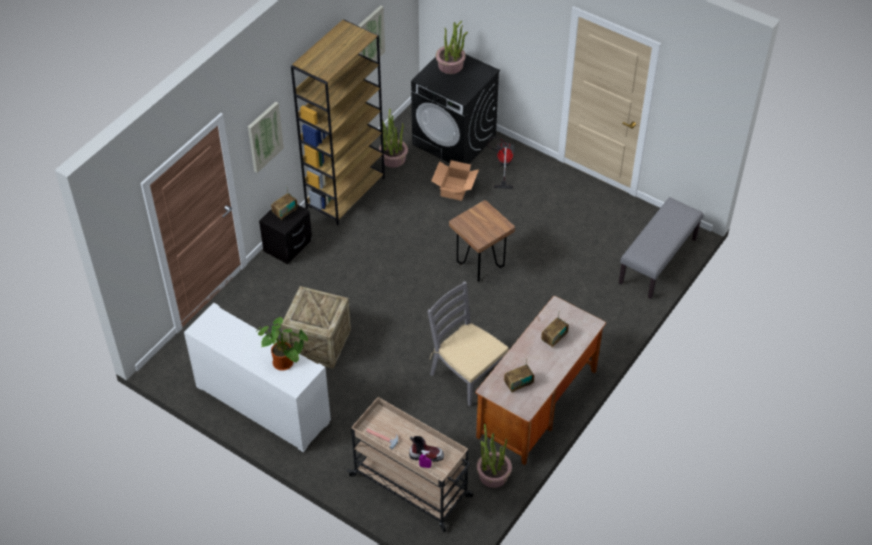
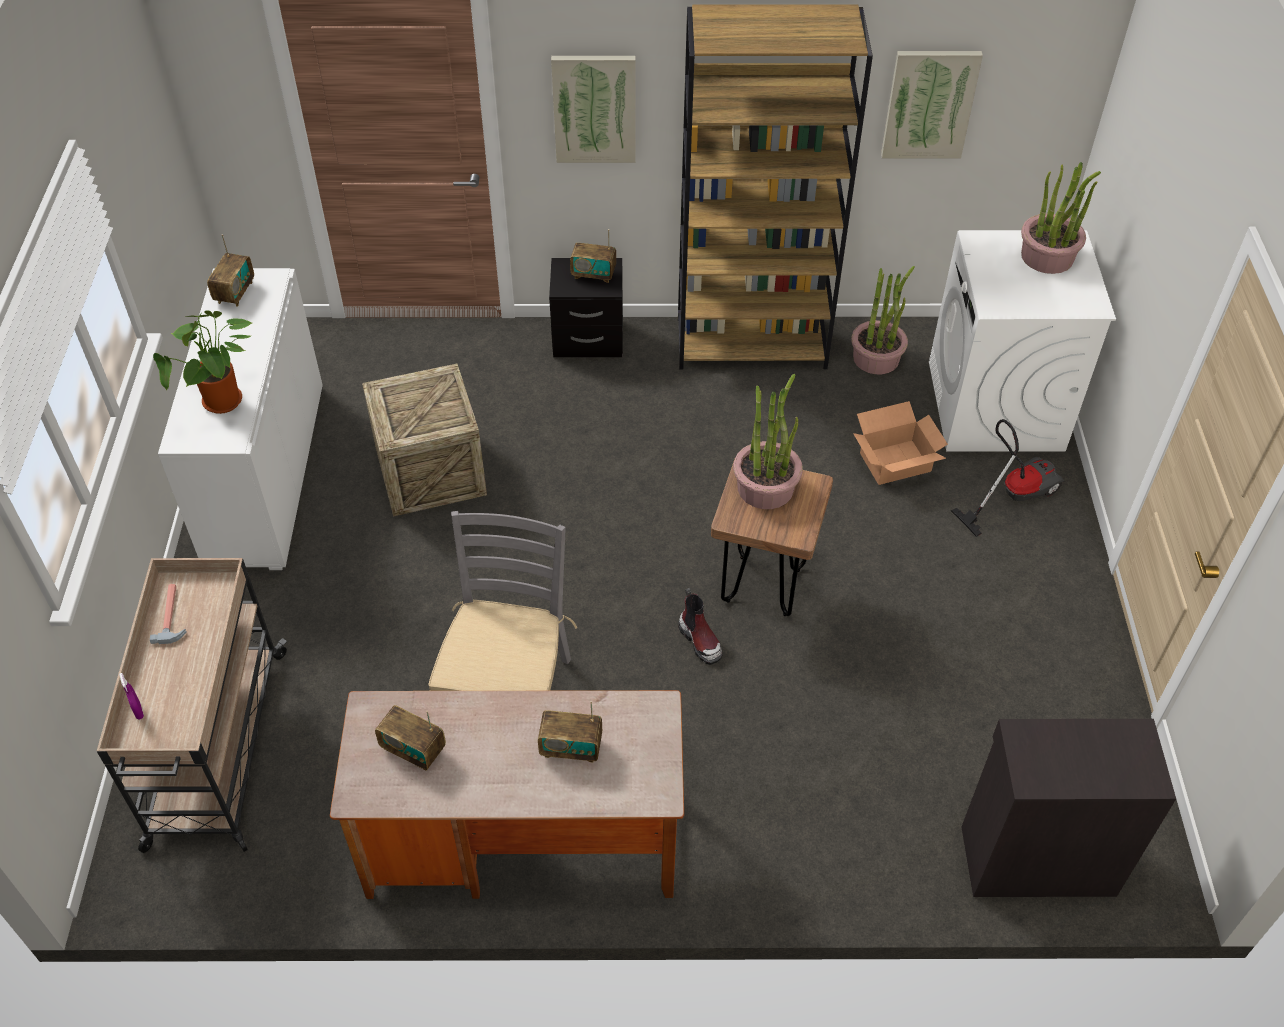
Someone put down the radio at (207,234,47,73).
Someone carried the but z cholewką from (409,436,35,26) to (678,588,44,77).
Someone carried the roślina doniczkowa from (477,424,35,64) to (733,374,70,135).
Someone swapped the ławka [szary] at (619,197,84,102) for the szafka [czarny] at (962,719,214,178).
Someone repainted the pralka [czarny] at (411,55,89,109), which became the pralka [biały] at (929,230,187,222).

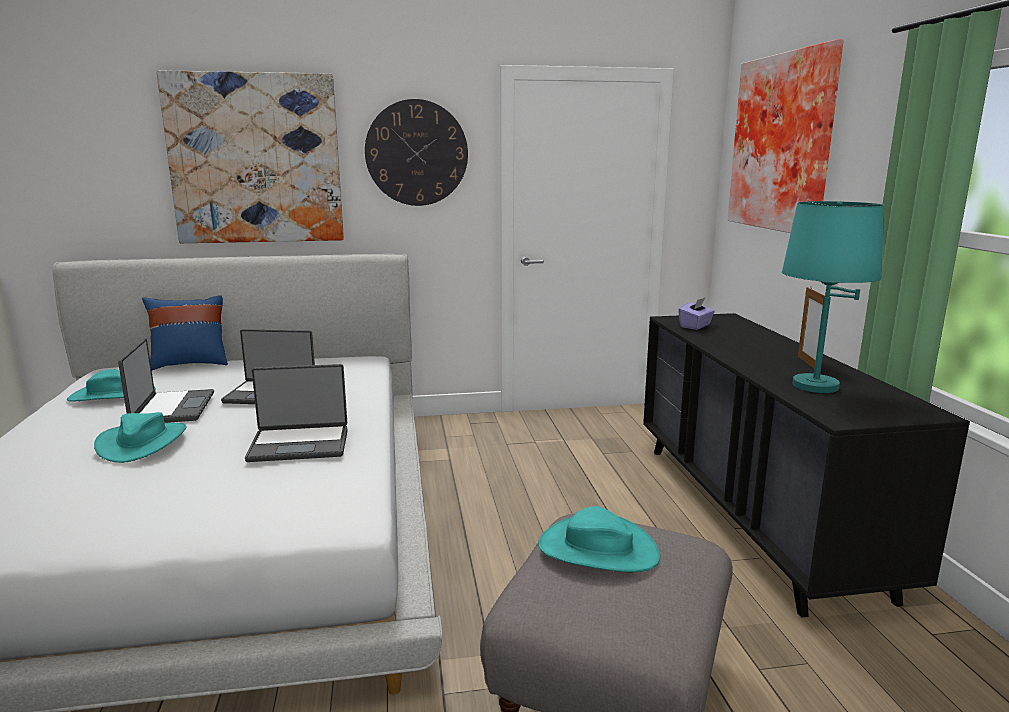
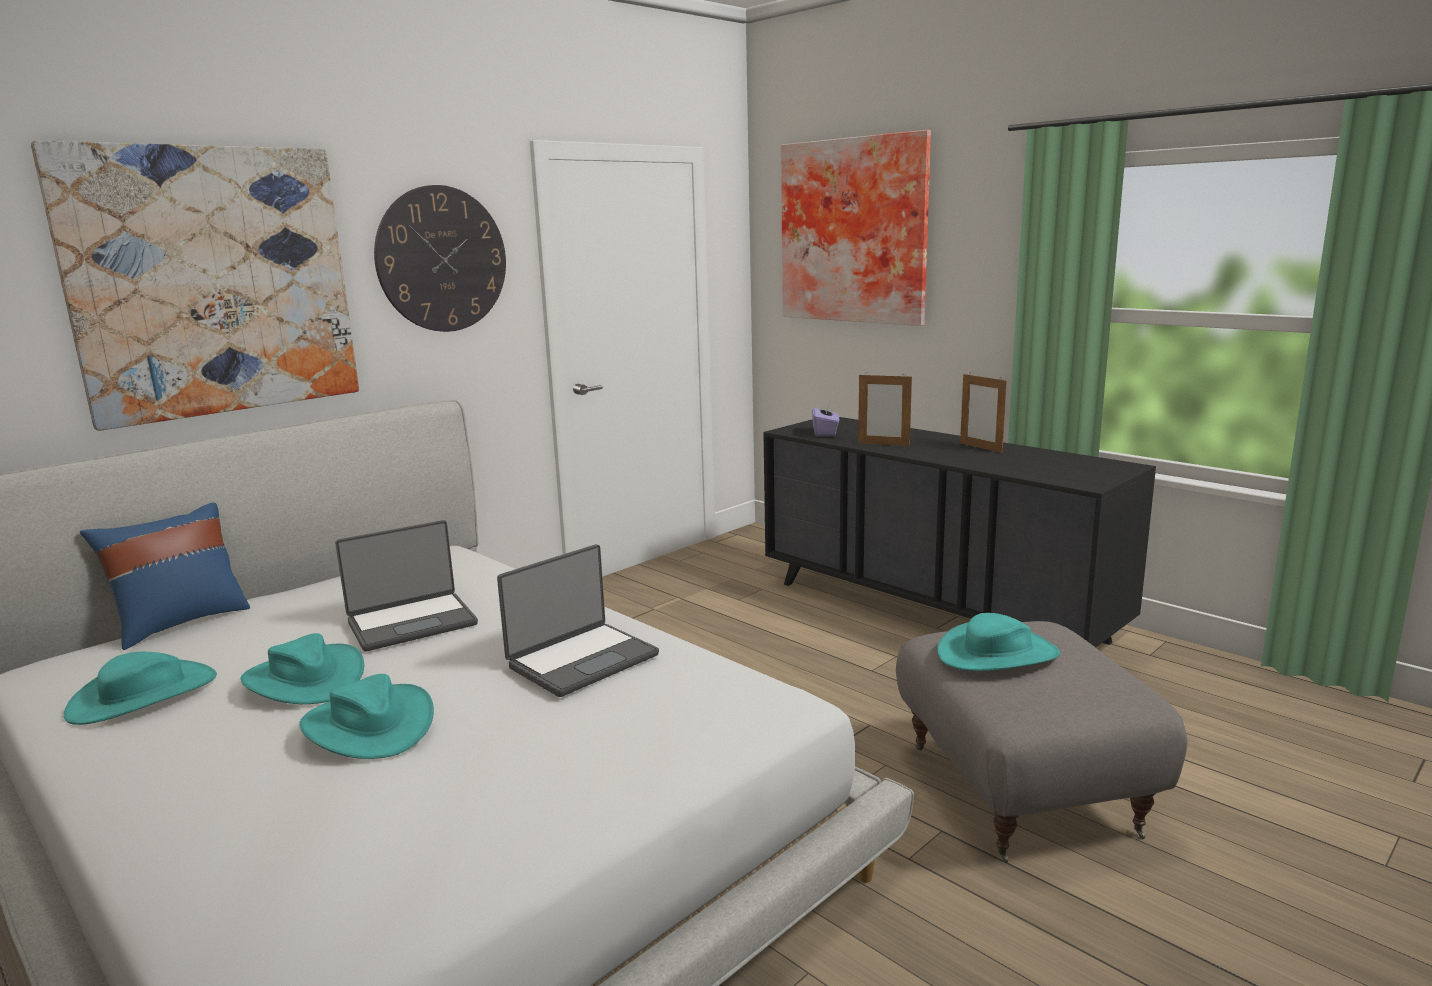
Someone took away the lampa stołowa [turkusowy] at (782,201,102,192).
Someone put down the ramka na zdjęcie at (858,375,54,71).
Someone swapped the laptop at (118,339,96,84) for the kapelusz [turkusowy] at (240,633,124,71).

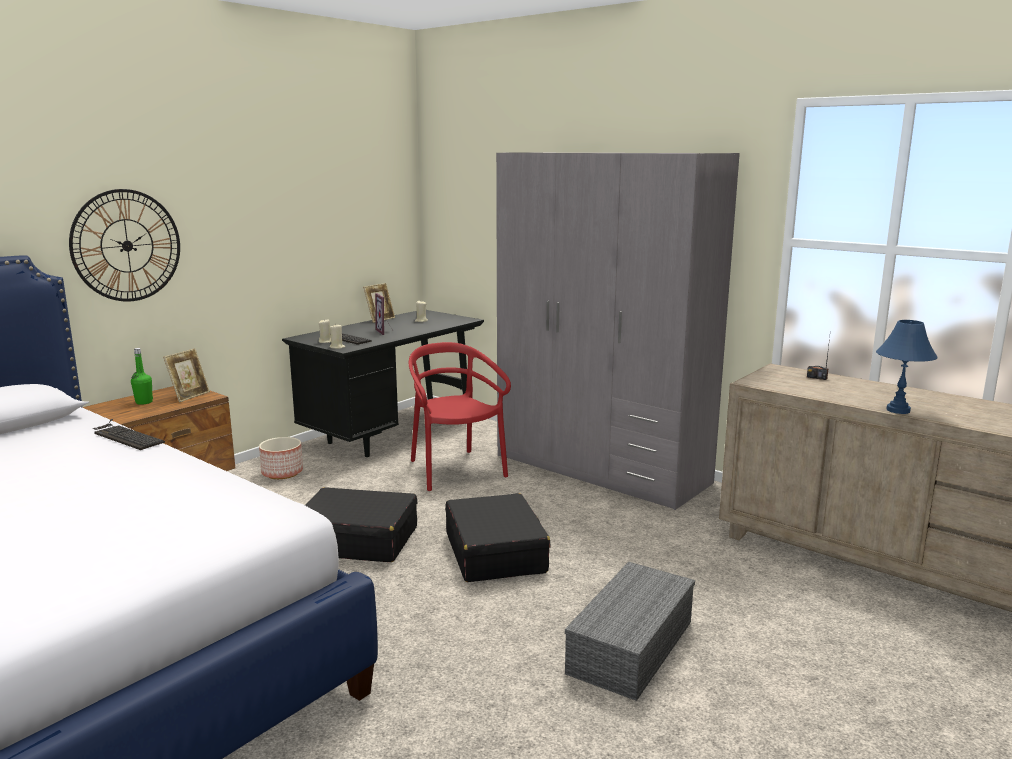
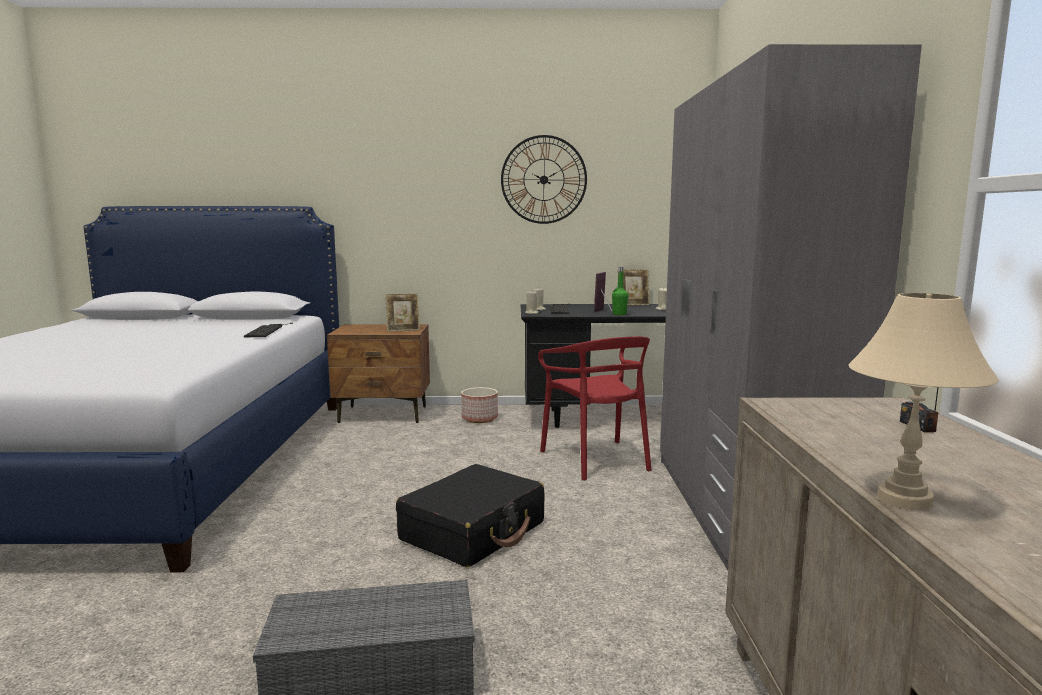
Someone took away the walizka [czarny] at (305,487,112,75).
Someone carried the zegar ścienny from (69,189,111,112) to (501,135,86,89).
Someone carried the butelka [zielony] from (131,348,22,57) to (612,267,17,48).
Someone repainted the lampa stołowa [niebieski] at (876,320,62,94), which became the lampa stołowa [beżowy] at (849,293,150,217).
Someone rotated the krzesło [czerwony] at (409,342,102,149) by 135 degrees clockwise.

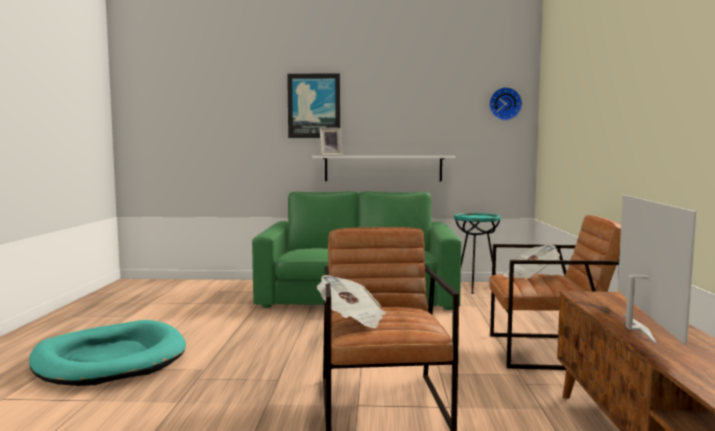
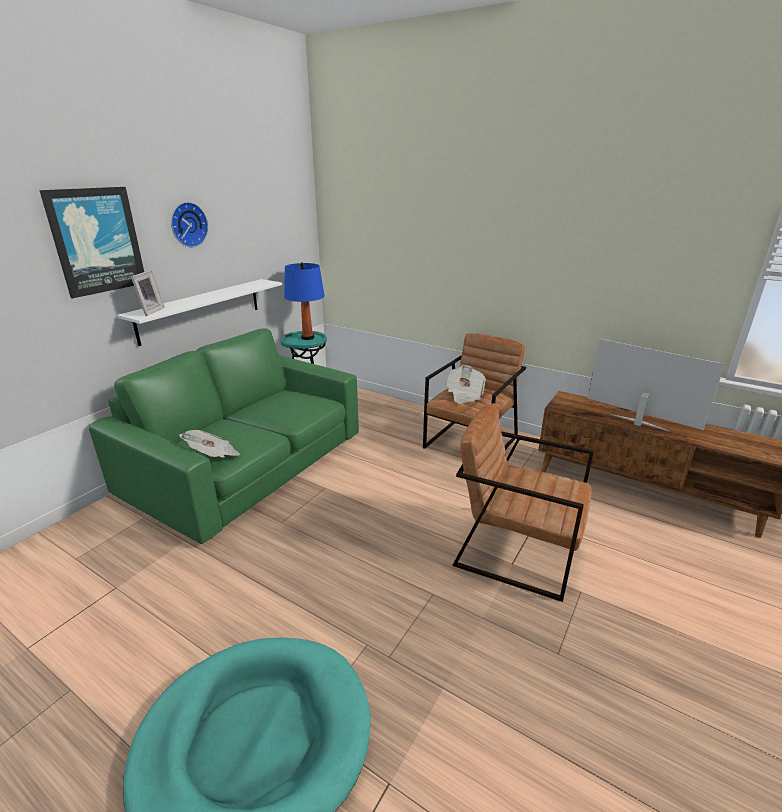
Someone put down the lampa stołowa [niebieski] at (284,262,41,78).
Someone carried the gazeta from (317,275,69,53) to (179,430,61,28).
Someone carried the zegar ścienny from (489,87,33,34) to (171,202,37,46).

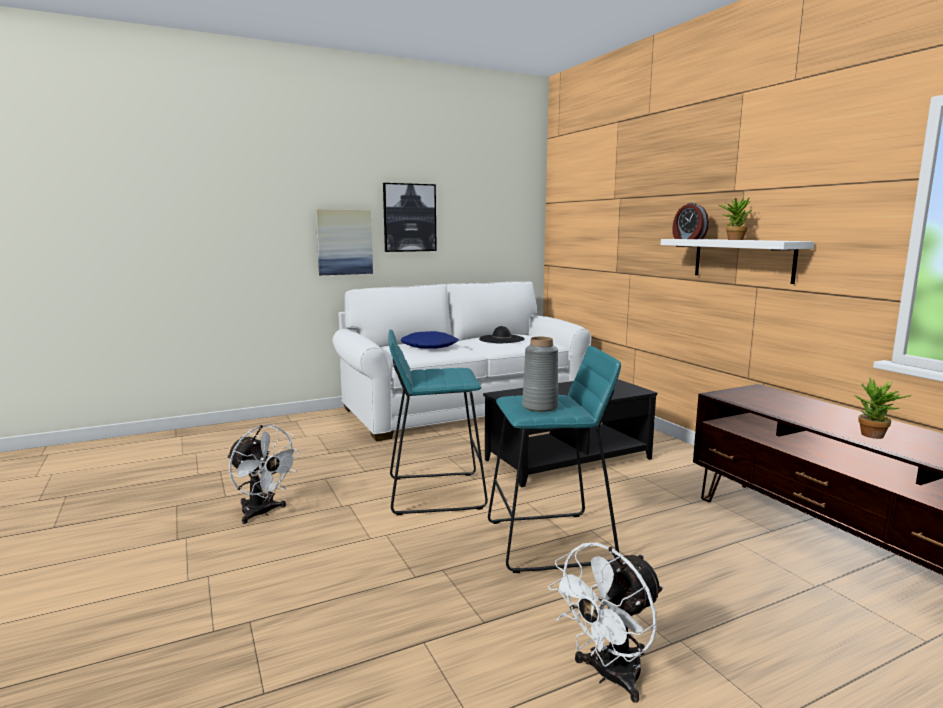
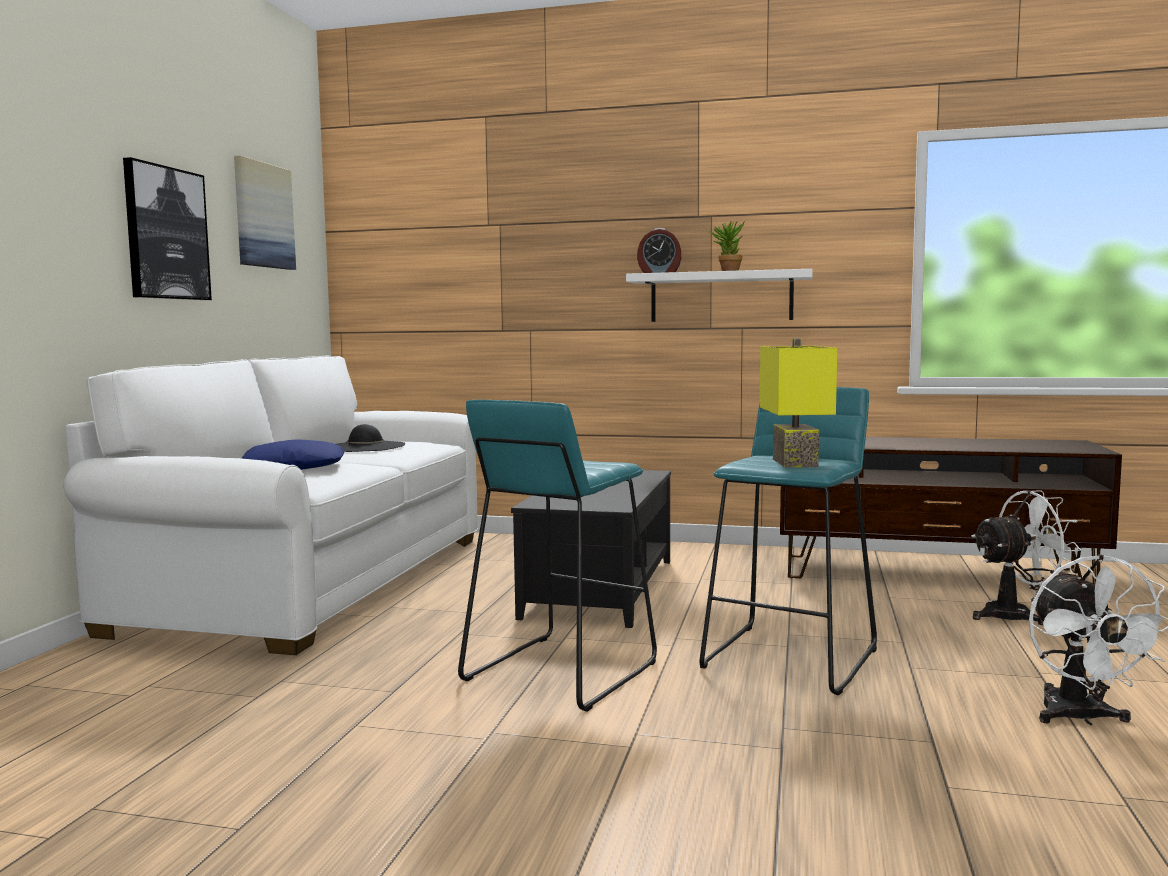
Someone took away the roślina doniczkowa at (855,377,57,62).
Someone carried the wentylator [biały] from (227,425,74,99) to (971,490,111,135).
Someone carried the obraz from (316,209,57,66) to (234,156,62,114).
Someone swapped the wazon [szary] at (522,337,36,75) for the lampa stołowa [żółty] at (760,338,77,130).

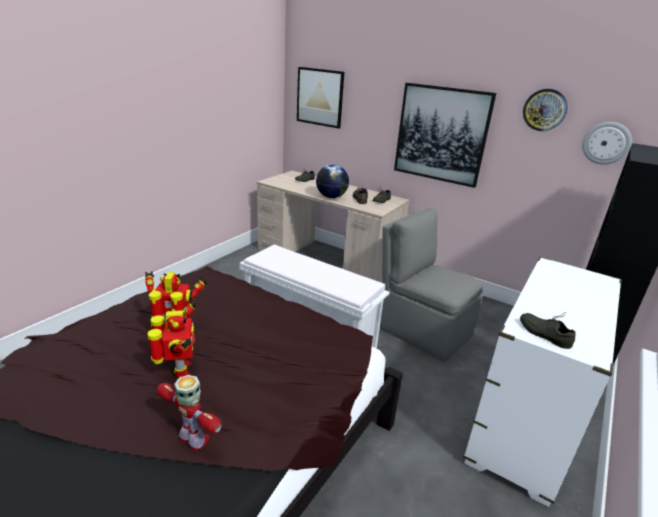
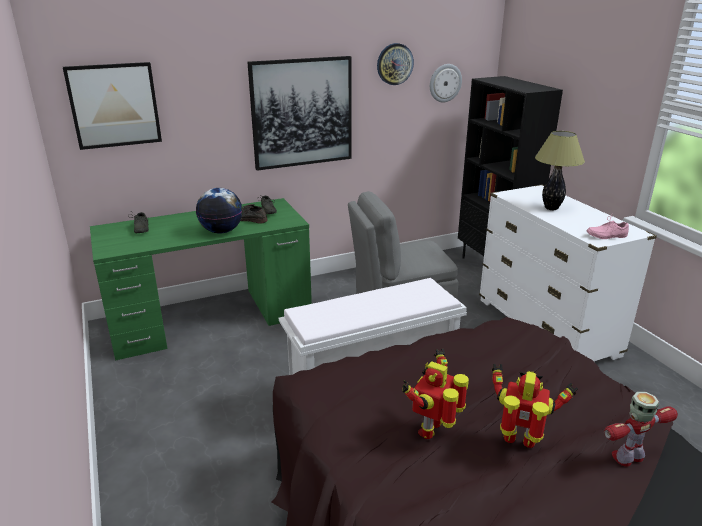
Someone put down the lampa stołowa at (535,131,50,79).
Someone repainted the biurko [beżowy] at (257,171,153,112), which became the biurko [zielony] at (90,198,222,163).
Someone repainted the but [szary] at (520,312,56,37), which became the but [różowy] at (586,215,43,24).

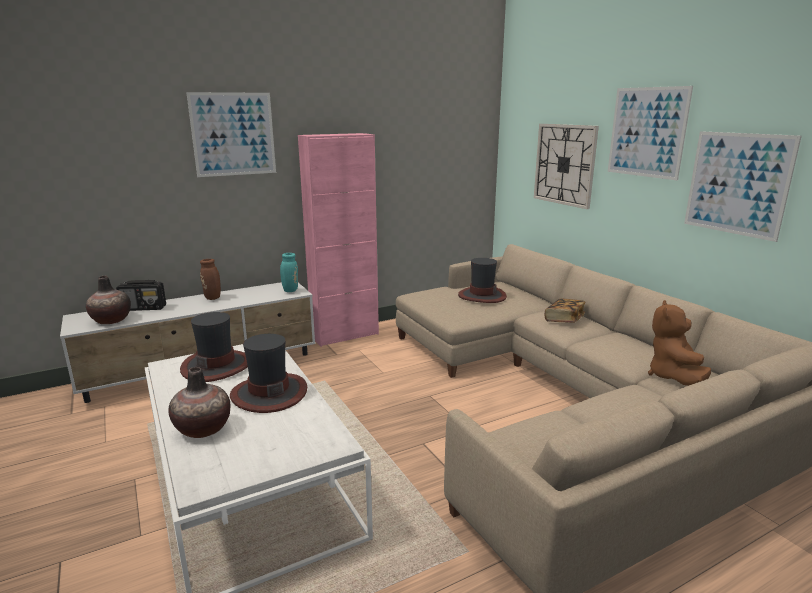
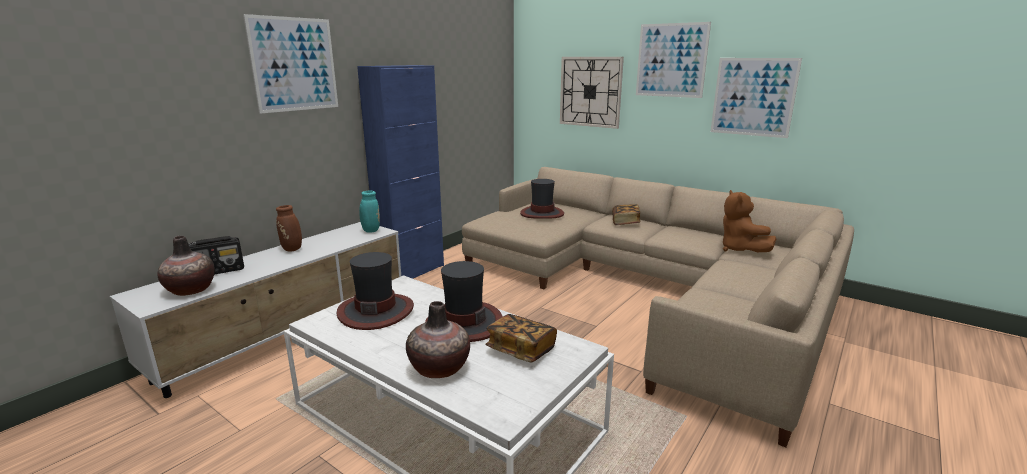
Someone put down the książka at (485,314,72,48).
Someone repainted the szafka [różowy] at (298,133,81,214), which became the szafka [niebieski] at (357,65,87,214).

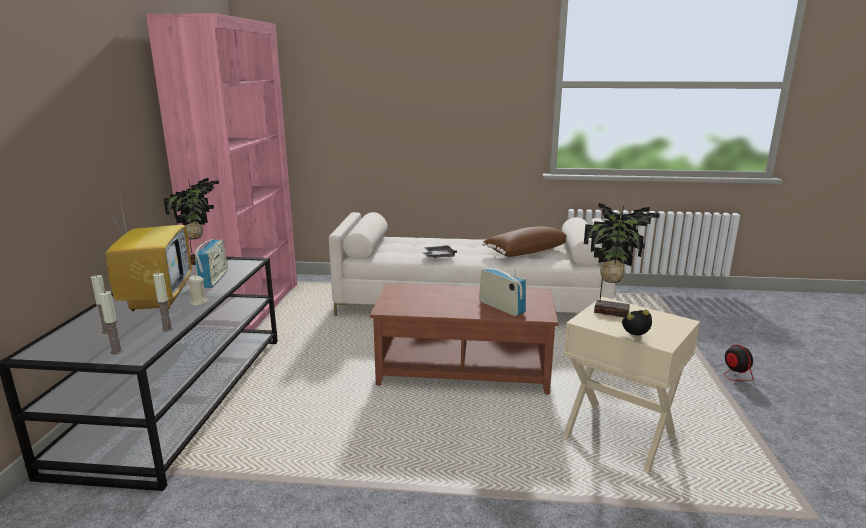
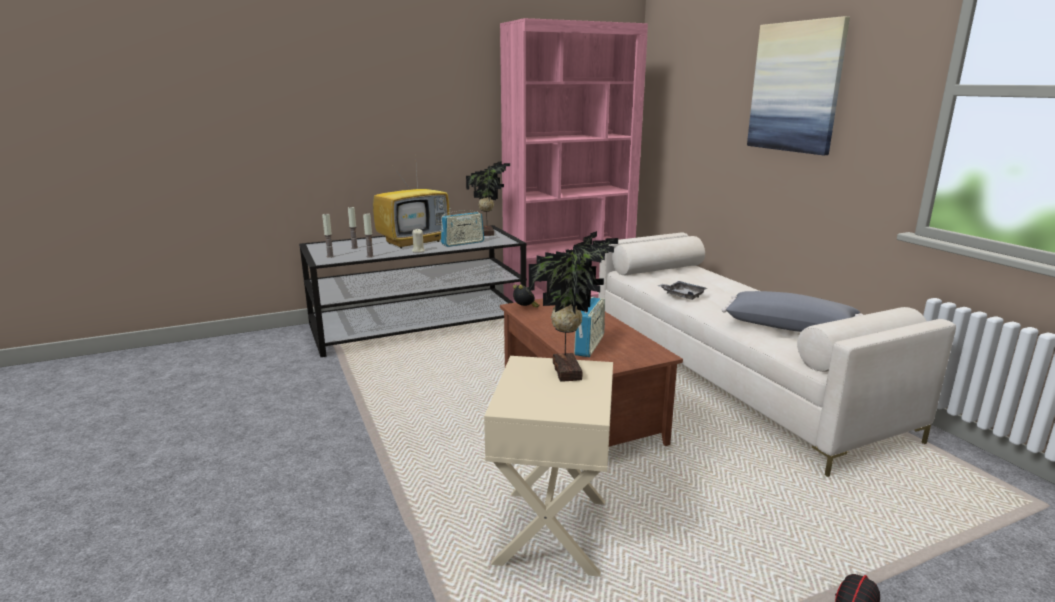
Someone put up the obraz at (747,16,103,139).
Someone carried the budzik from (622,310,30,25) to (513,284,26,24).
Someone repainted the poduszka [brązowy] at (482,226,85,31), which became the poduszka [szary] at (721,291,142,41).

